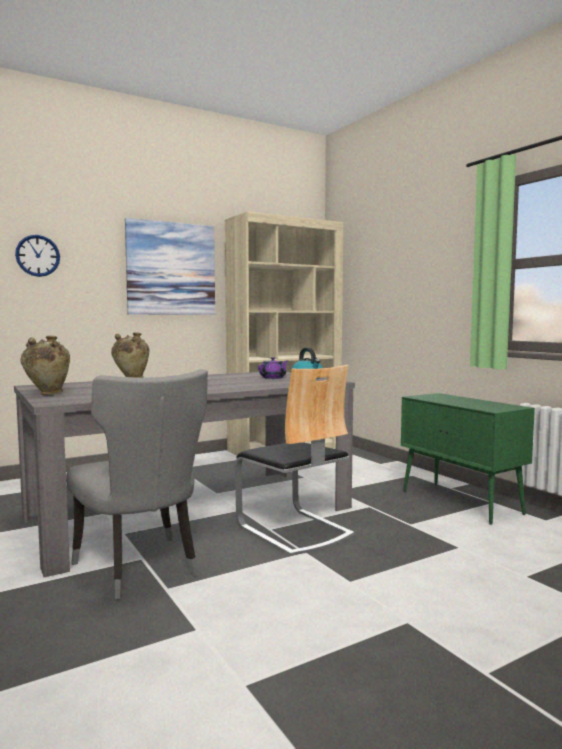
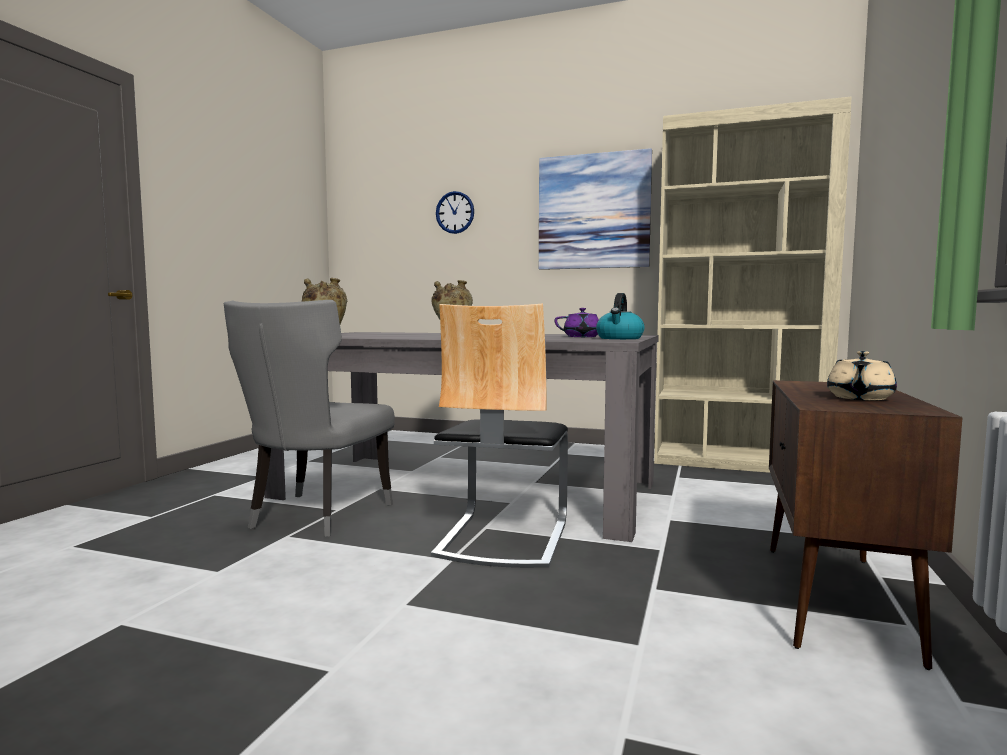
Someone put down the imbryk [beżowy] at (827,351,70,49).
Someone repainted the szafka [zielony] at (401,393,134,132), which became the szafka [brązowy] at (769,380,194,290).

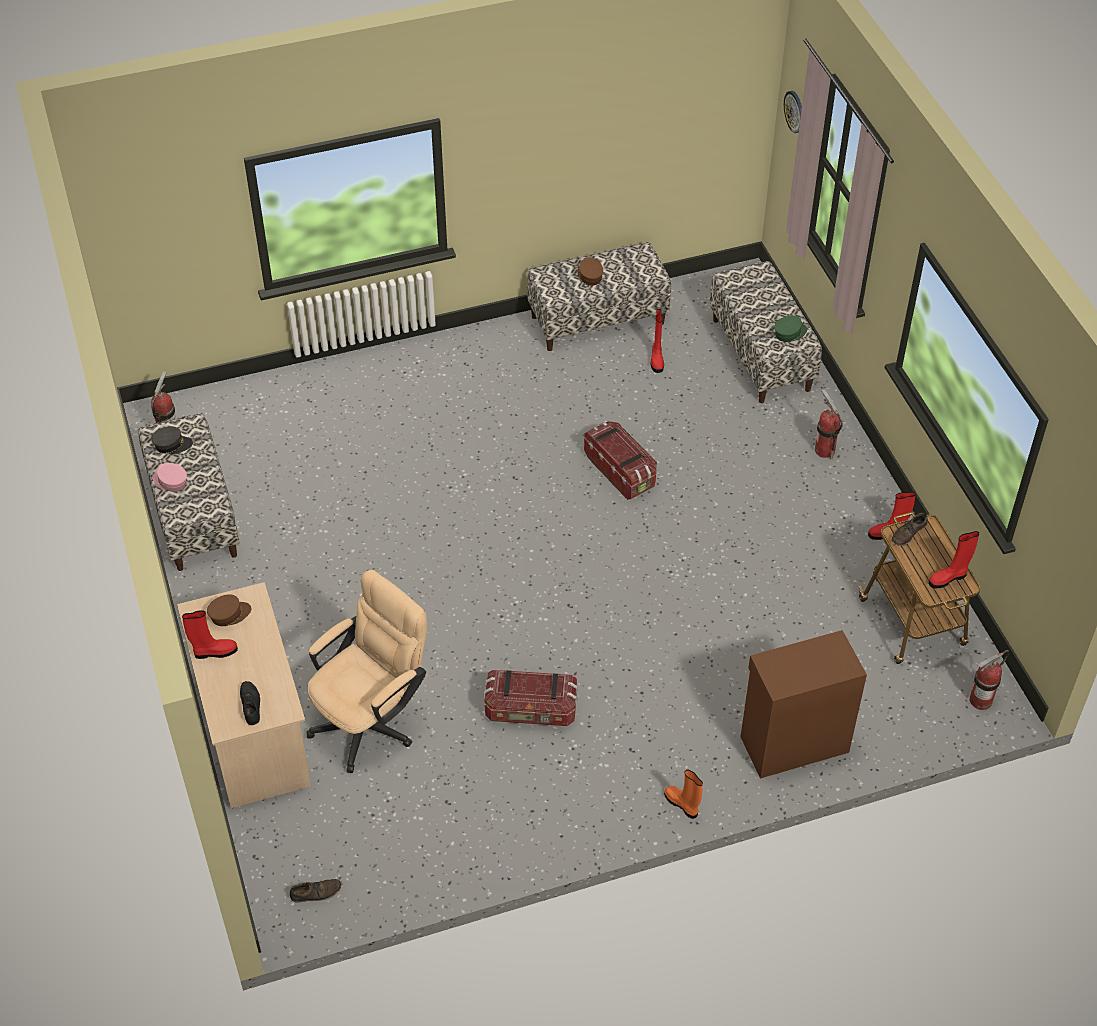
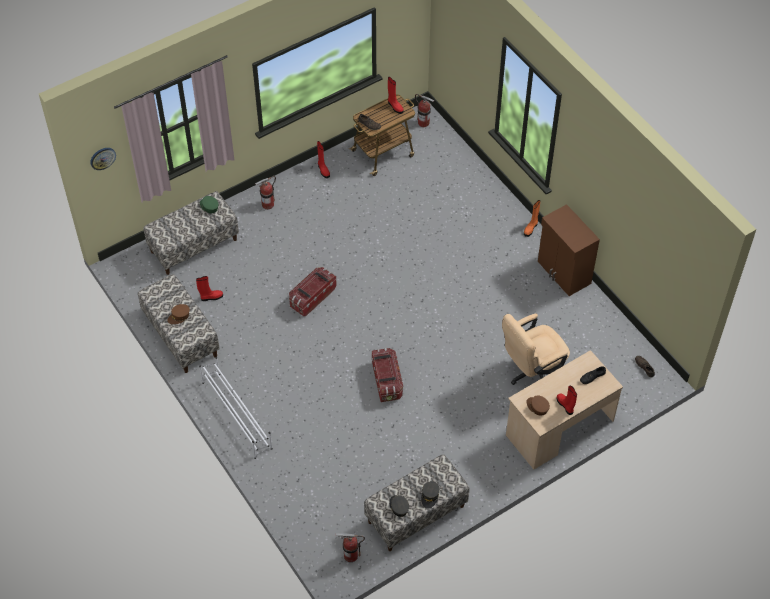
Someone put down the regał na buty [biały] at (199,357,74,102).
Someone carried the pojemnik do przechowywania from (484,670,94,56) to (372,348,31,54).
Someone carried the szafka [brązowy] from (741,630,126,149) to (538,204,62,92).
Someone repainted the czapka z daszkiem [różowy] at (152,463,35,29), which became the czapka z daszkiem [szary] at (421,481,19,28).
Someone rotated the krzesło biurowe [beżowy] at (307,570,120,203) by 60 degrees counterclockwise.

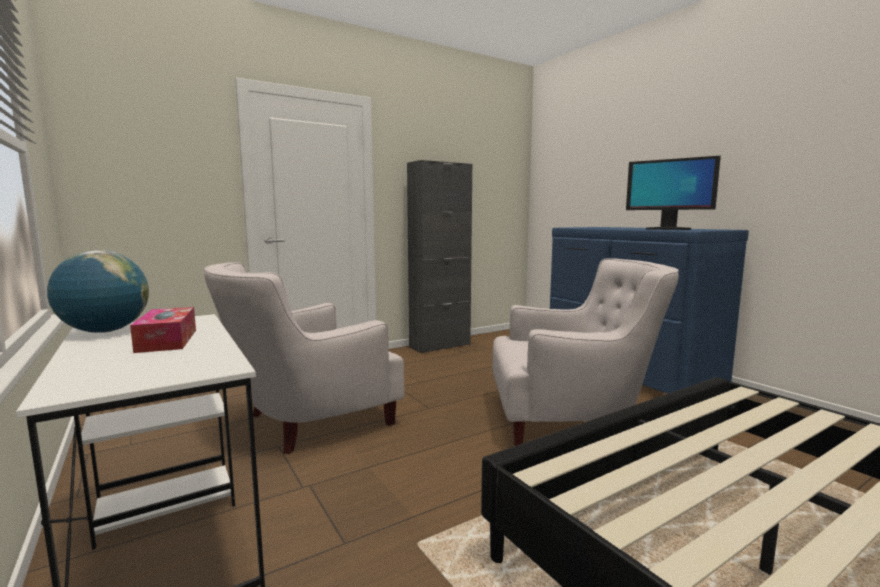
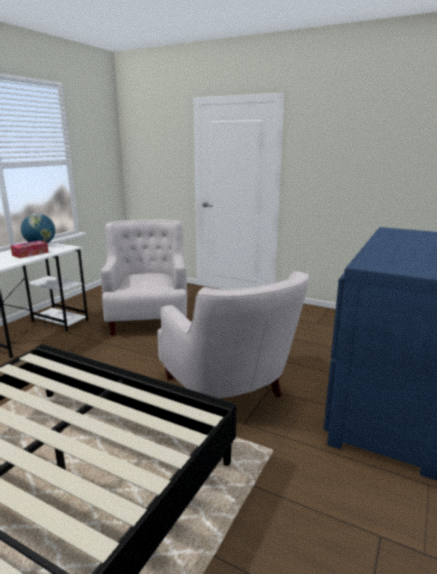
Someone took away the szafka [czarny] at (407,160,65,194).
Someone took away the monitor at (626,156,95,74).
Someone rotated the fotel [biały] at (204,262,200,192) by 60 degrees clockwise.

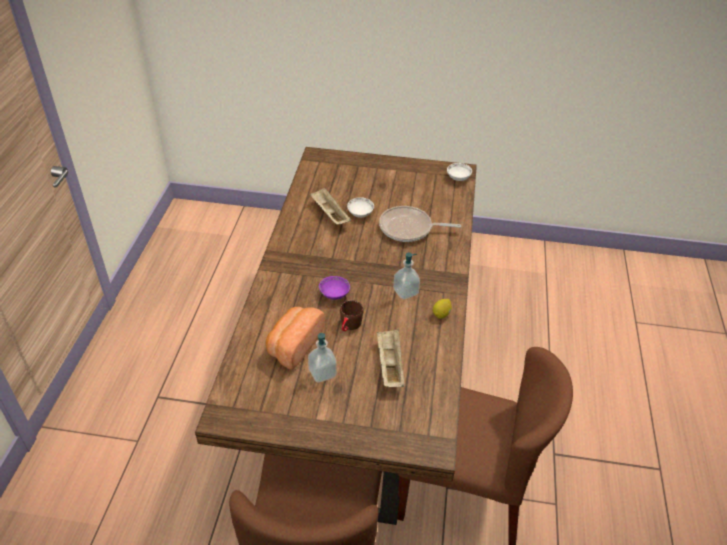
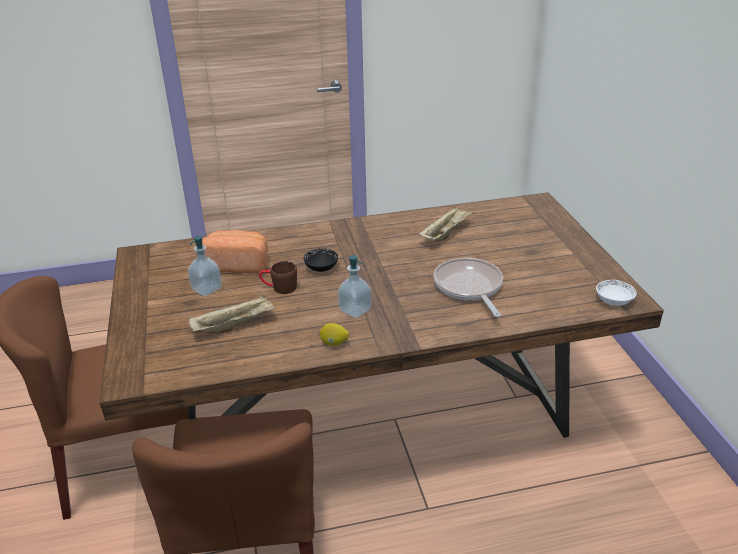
Someone took away the miska [biały] at (347,197,27,21).
Someone repainted the miska [fioletowy] at (319,276,31,24), which became the miska [czarny] at (304,248,34,24).

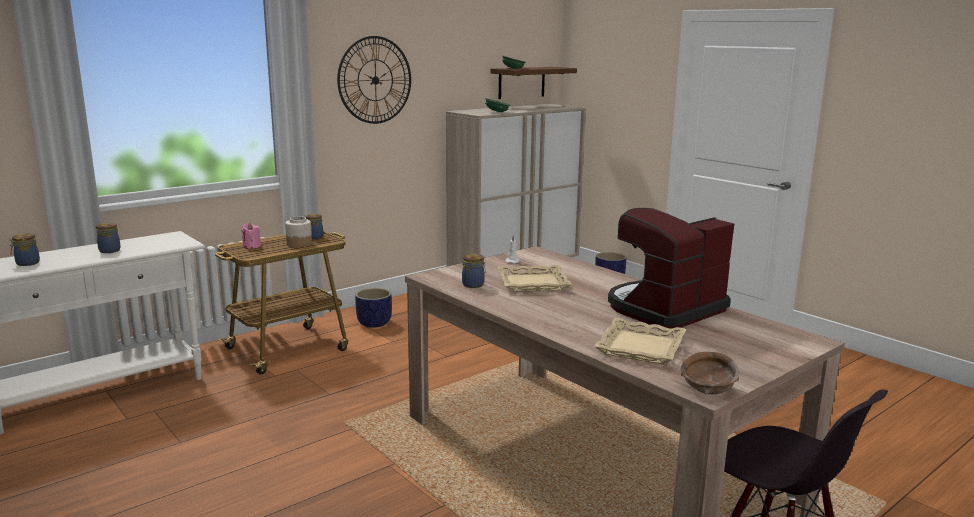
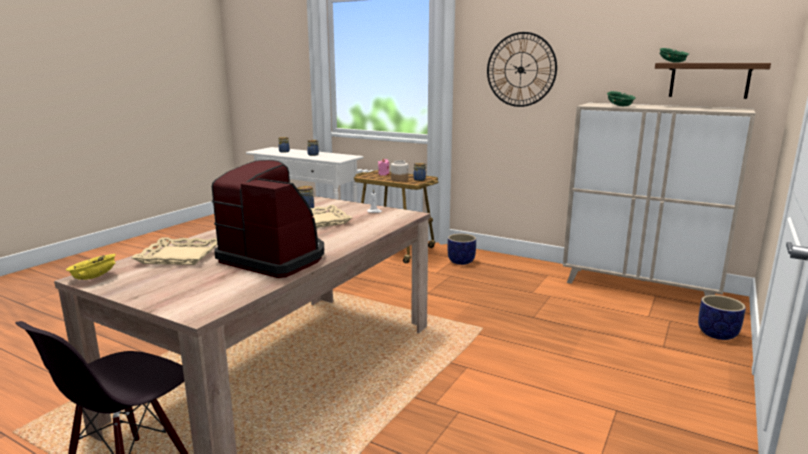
Someone repainted the miska [brązowy] at (681,352,58,43), which became the miska [żółty] at (66,254,50,26).

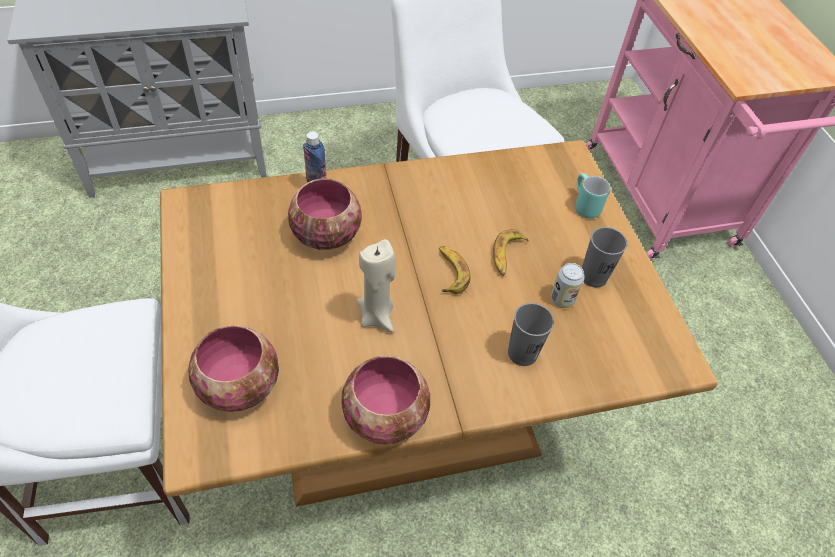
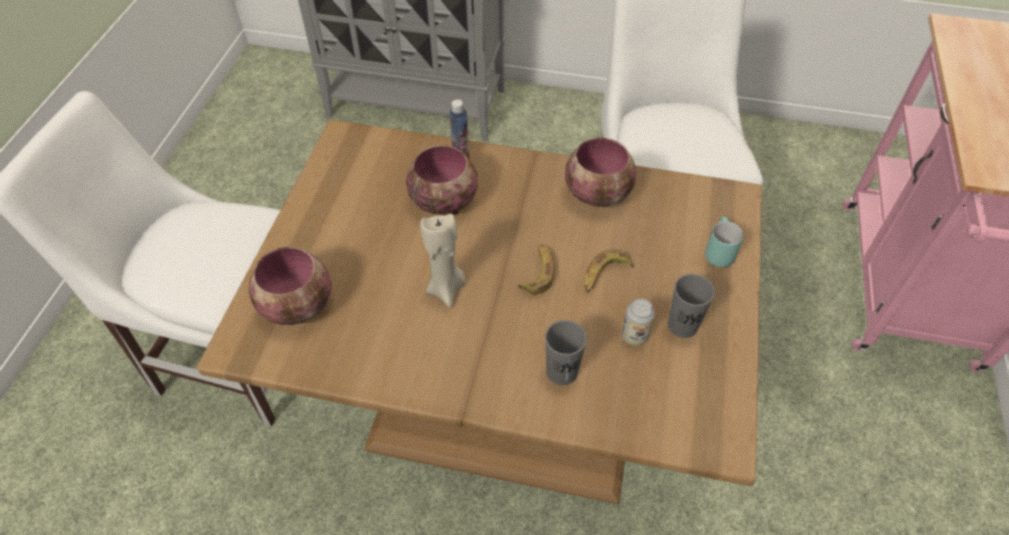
Someone carried the miska from (341,355,89,89) to (565,138,72,69).

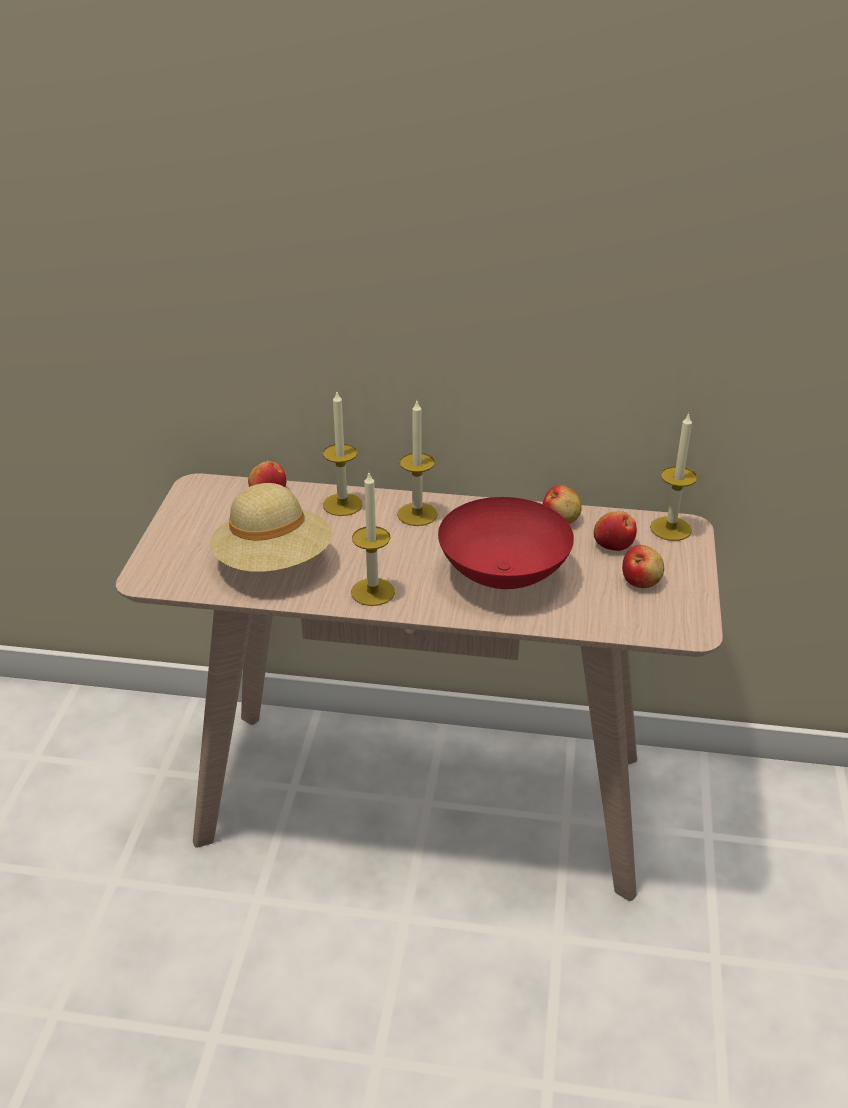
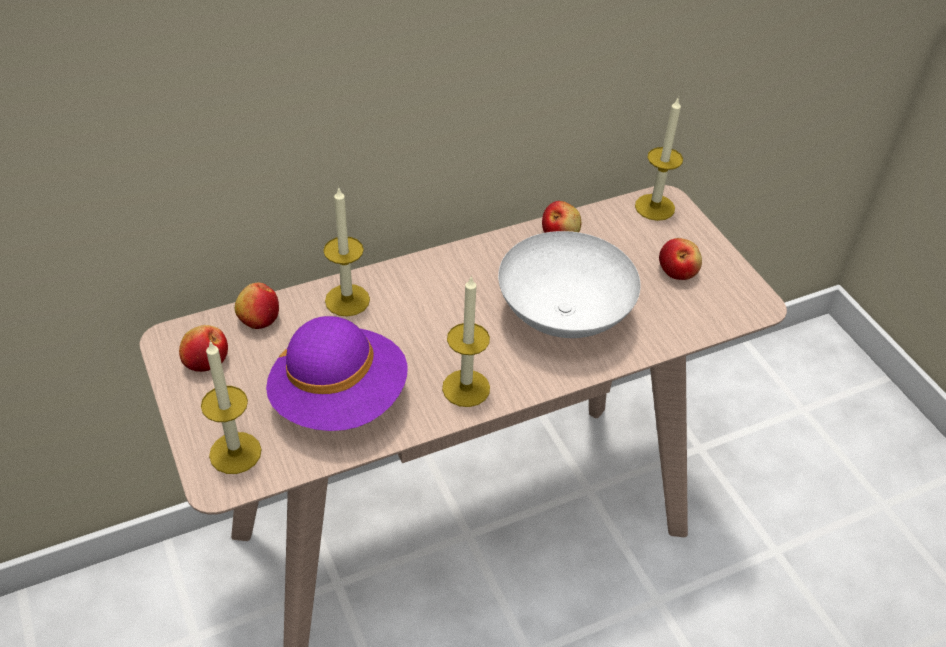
Someone carried the świeca from (397,401,40,125) to (201,340,61,134).
Someone carried the jabłko from (594,511,43,40) to (179,325,49,47).
Someone repainted the kapelusz [beżowy] at (210,483,122,89), which became the kapelusz [fioletowy] at (266,316,141,115).
Someone repainted the miska [czerwony] at (438,497,136,92), which became the miska [biały] at (498,231,143,107).

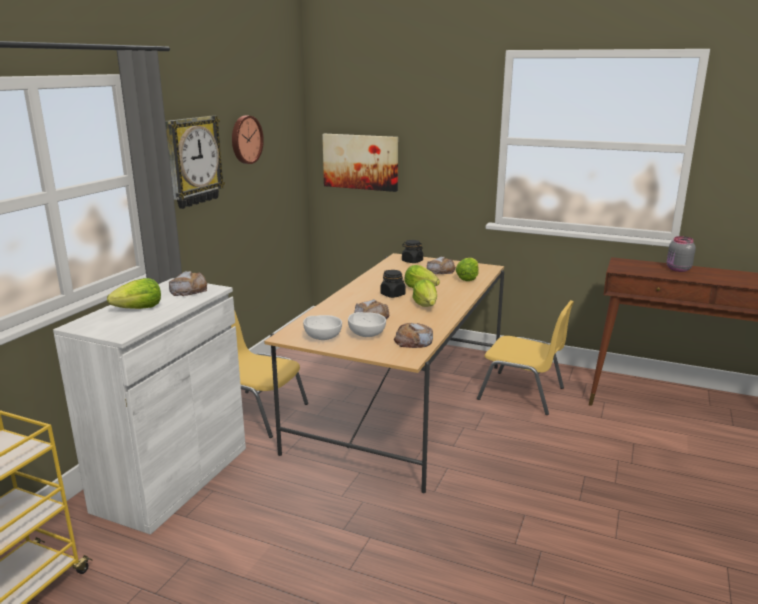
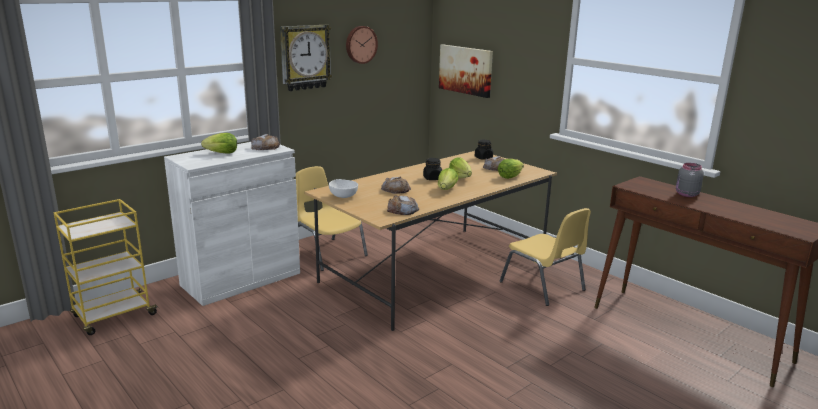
Someone took away the miska [biały] at (348,312,38,25).

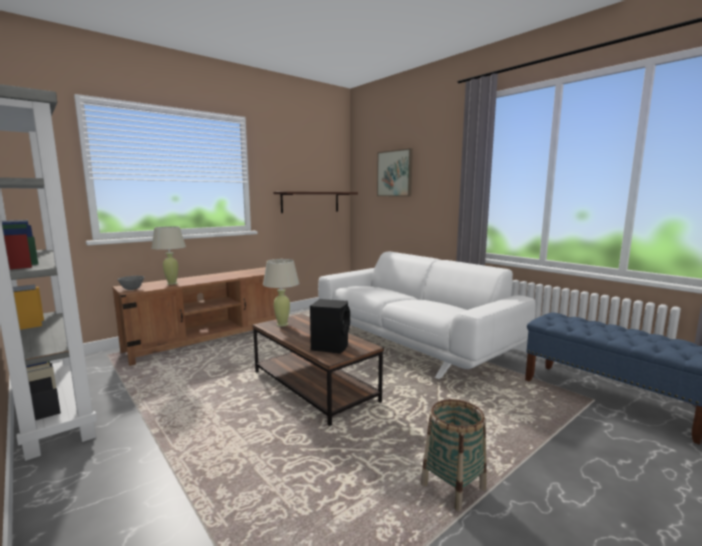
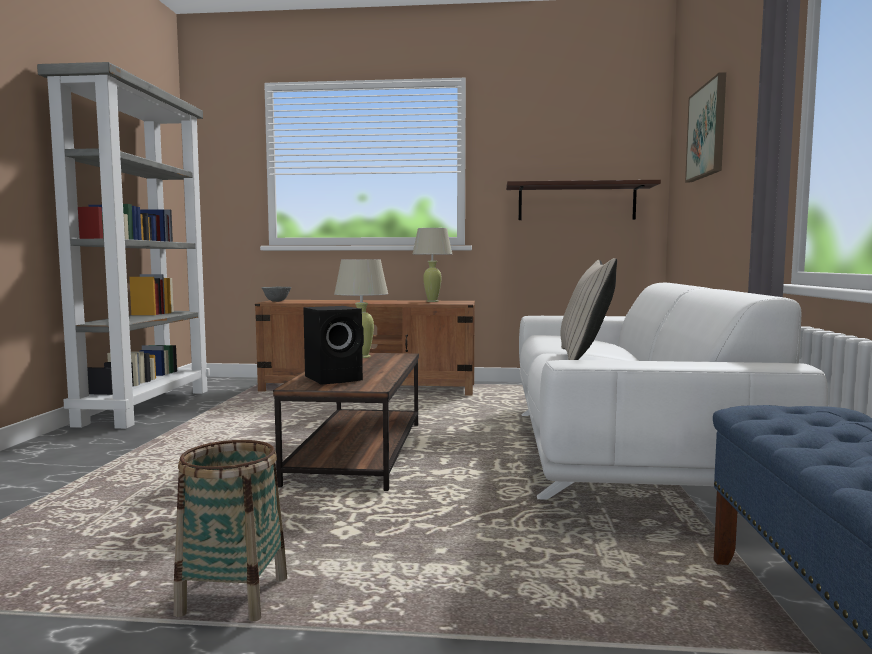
Someone put down the poduszka [beżowy] at (561,258,56,102).
Someone carried the lampa stołowa [beżowy] from (152,226,34,59) to (413,228,39,74).

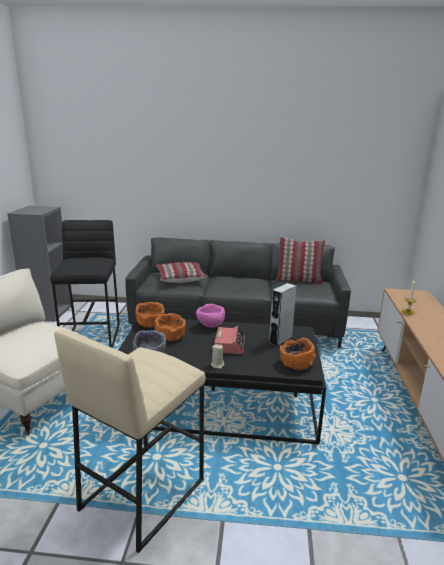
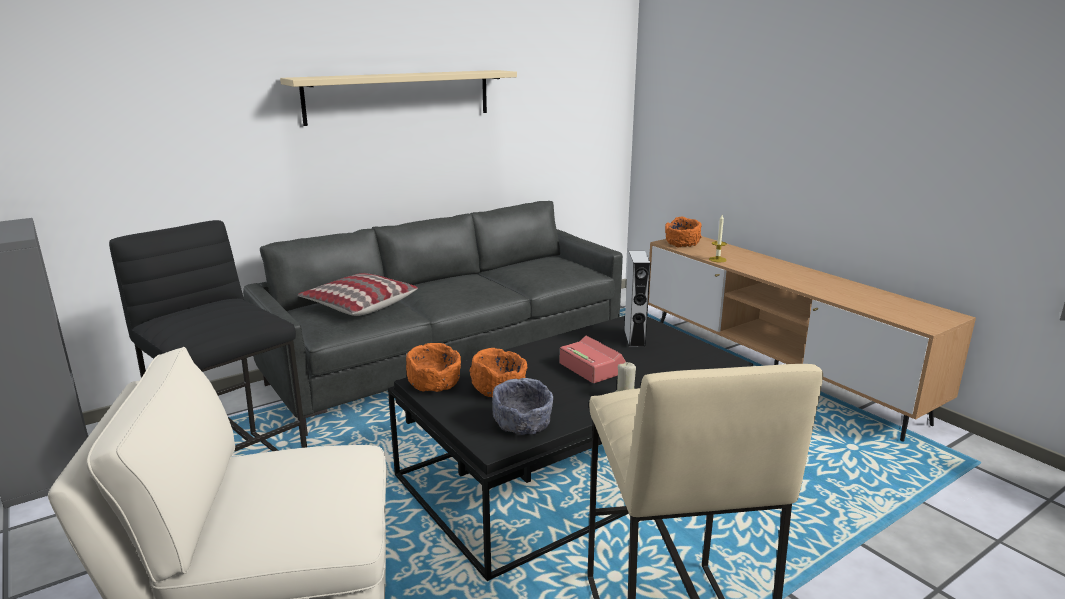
Someone took away the miska [różowy] at (196,304,29,24).
Someone took away the poduszka at (276,237,49,47).
Someone put up the półka [beżowy] at (280,70,237,56).
Someone carried the miska [pomarańczowy] from (280,338,36,33) to (665,217,37,30).

